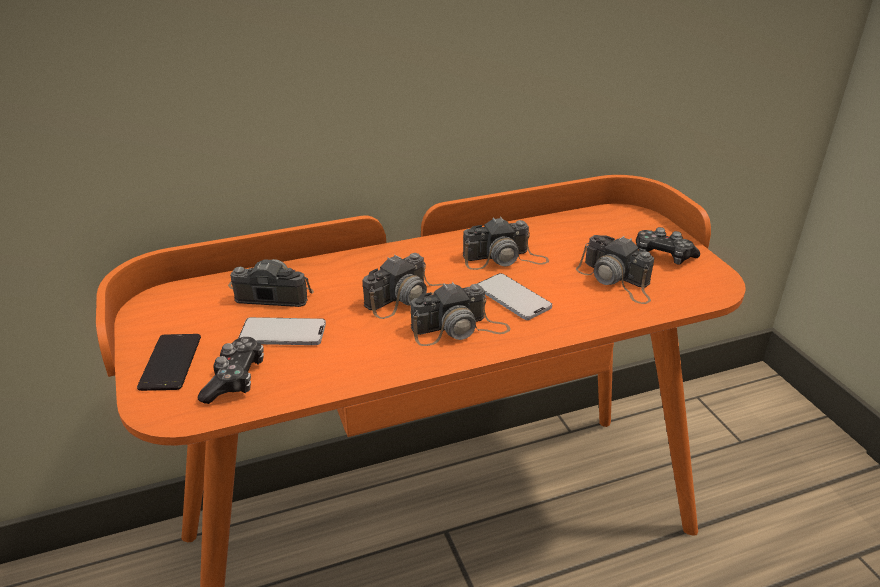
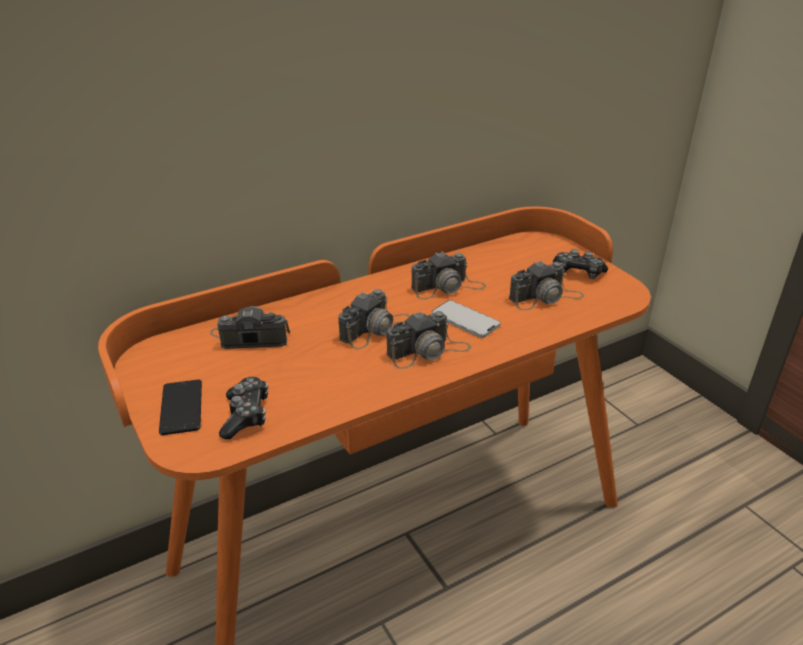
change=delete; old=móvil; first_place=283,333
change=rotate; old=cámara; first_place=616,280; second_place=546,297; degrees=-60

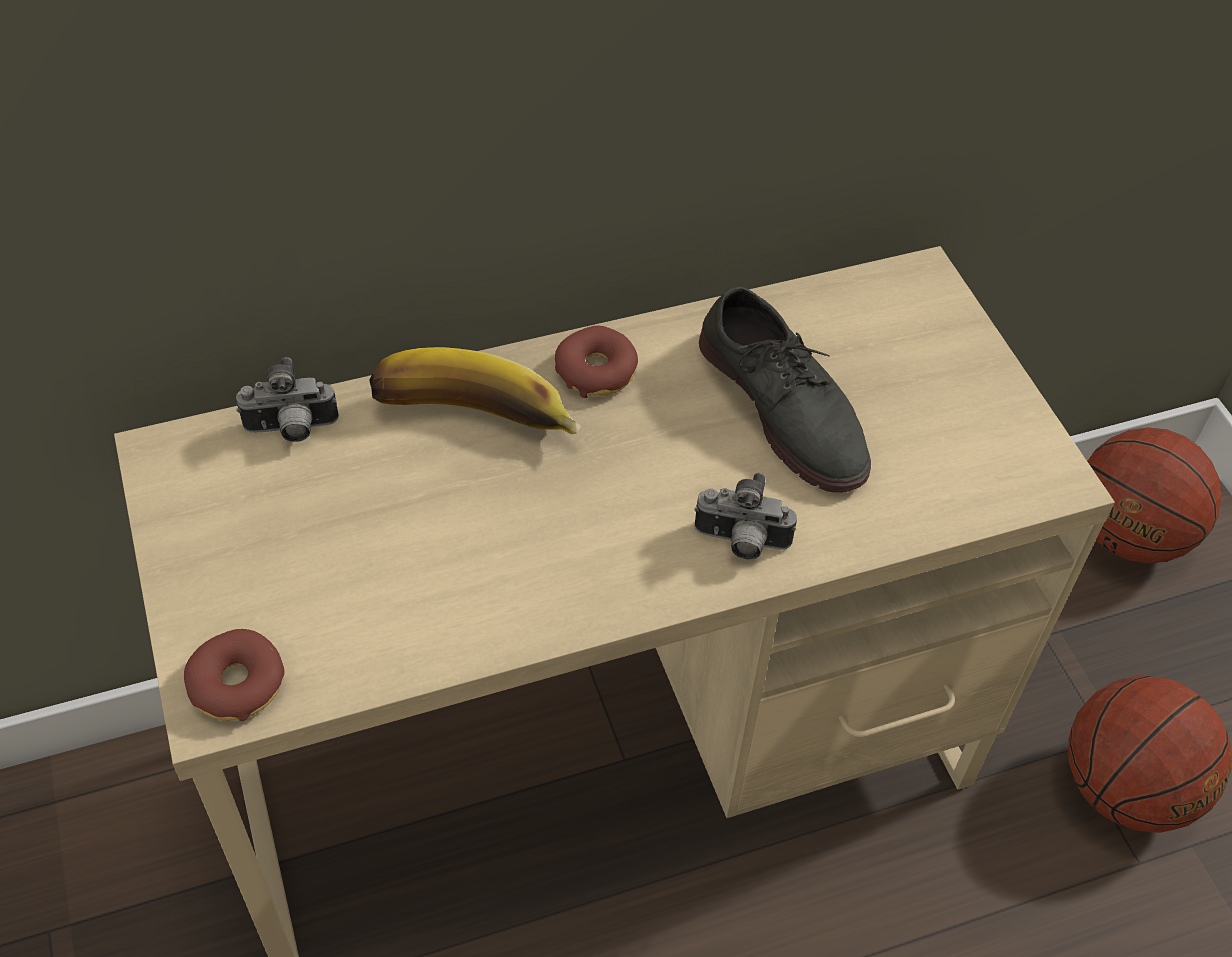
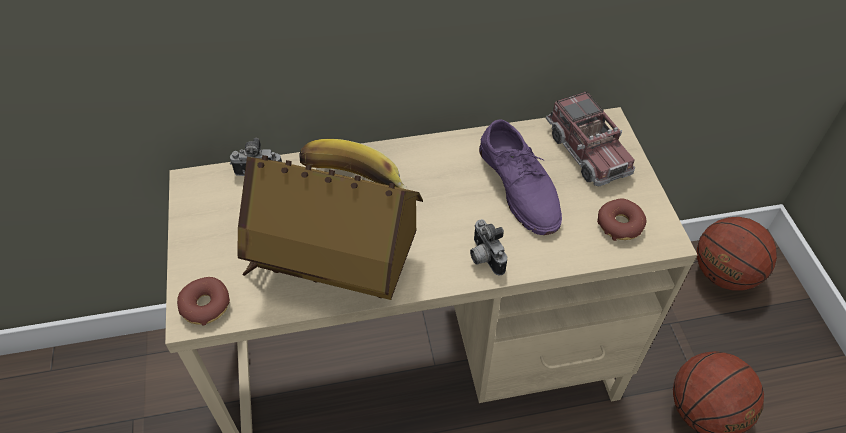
change=move; old=rosquilla; first_place=596,371; second_place=620,224
change=rotate; old=cámara; first_place=741,543; second_place=484,257; degrees=45
change=recolor; old=zapato [gris]; new=zapato [morado]; first_place=784,406; second_place=520,185
change=insert; new=casita; second_place=336,265
change=insert; new=camión de juguete; second_place=587,151

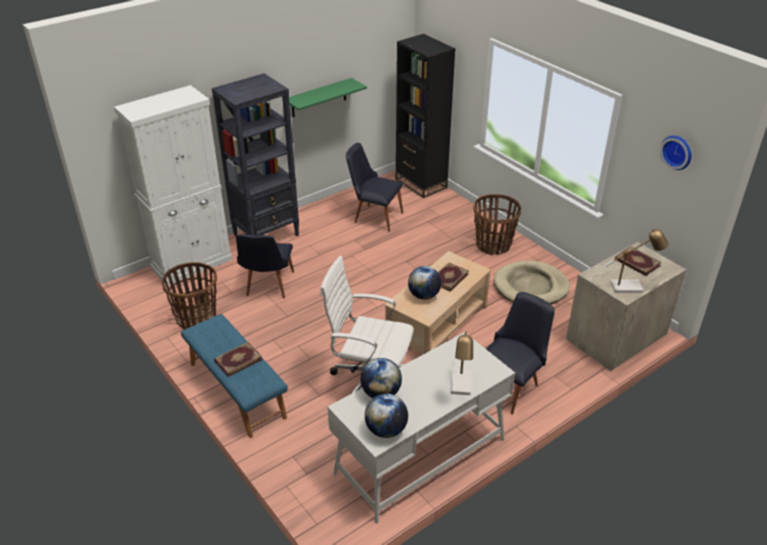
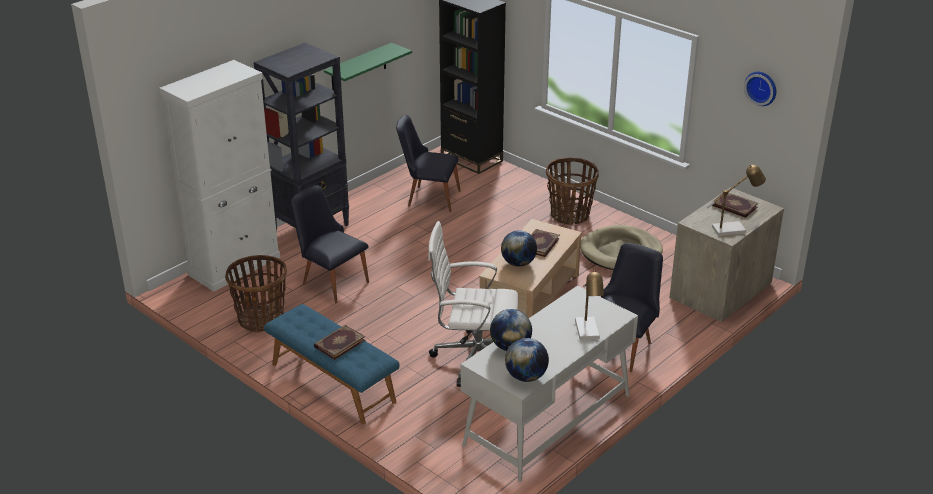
change=rotate; old=silla [negro]; first_place=267,287; second_place=331,280; degrees=135

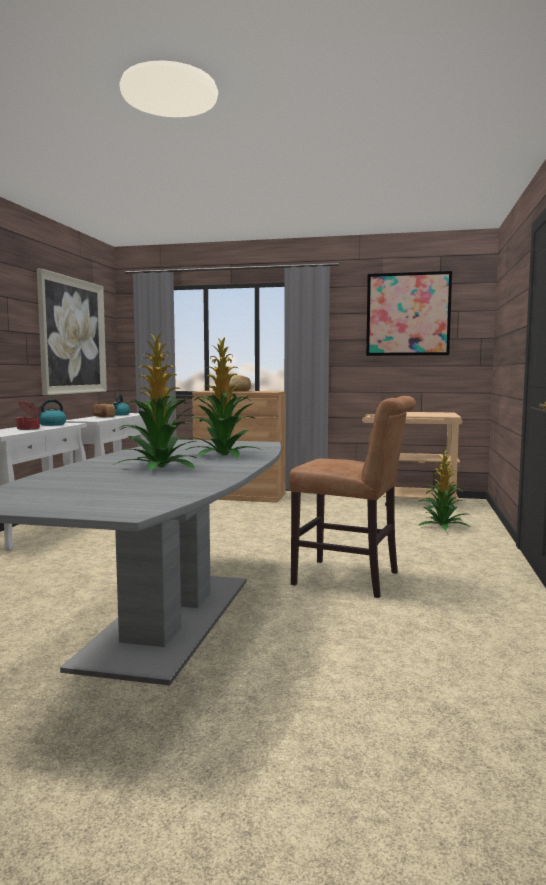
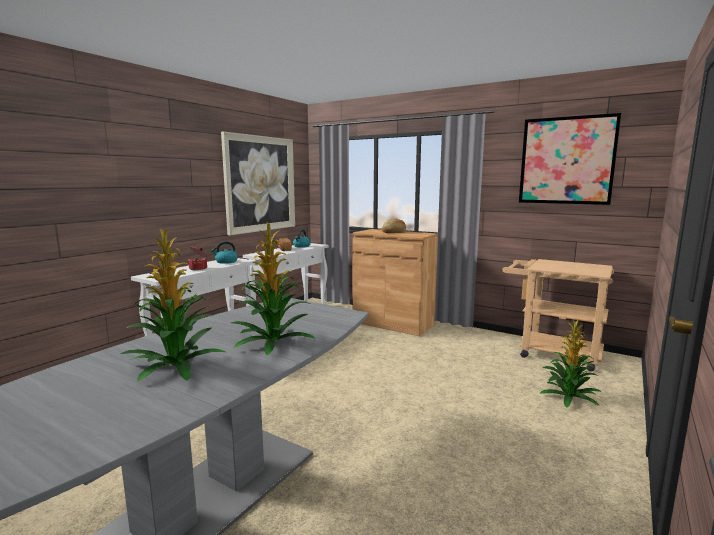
change=delete; old=silla [marrón]; first_place=352,579

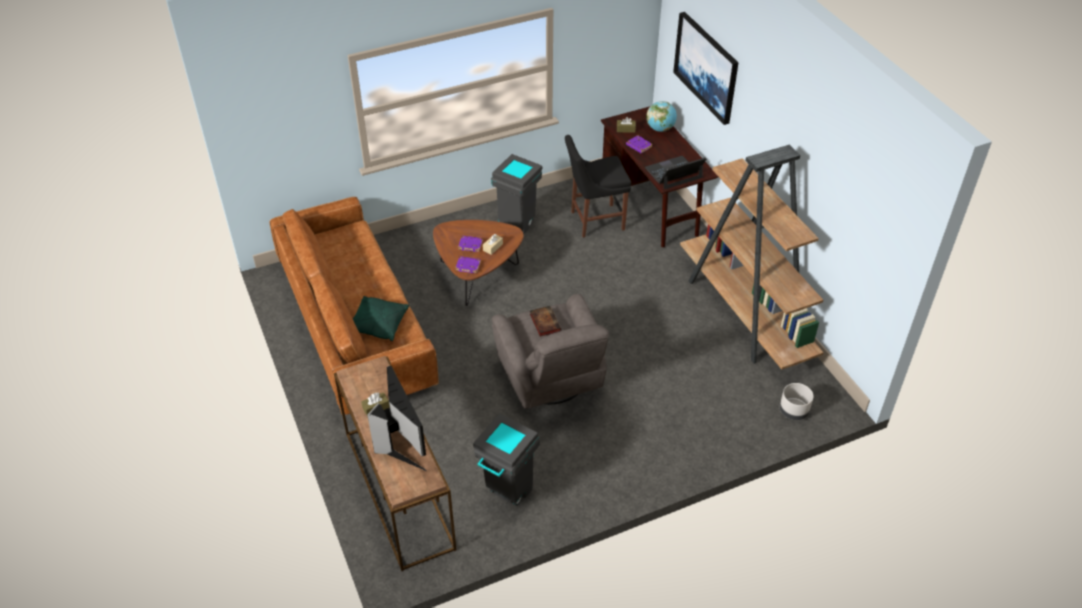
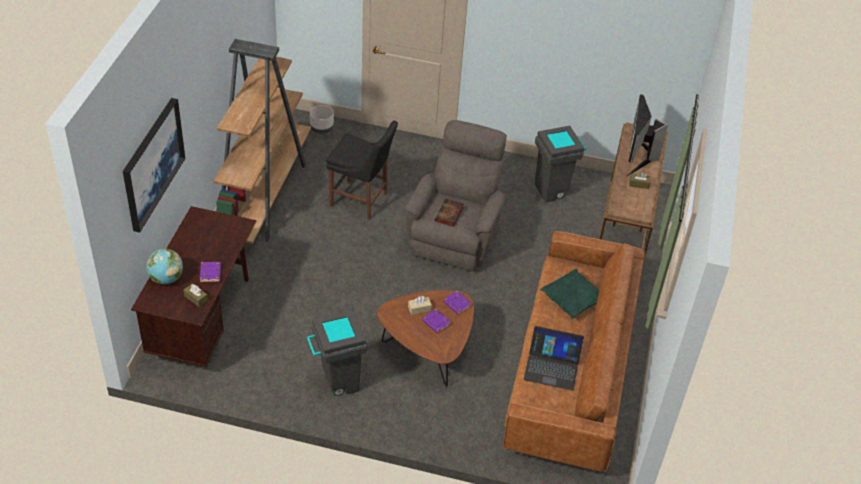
change=move; old=silla [negro]; first_place=594,221; second_place=361,201
change=move; old=portátil; first_place=674,173; second_place=552,367

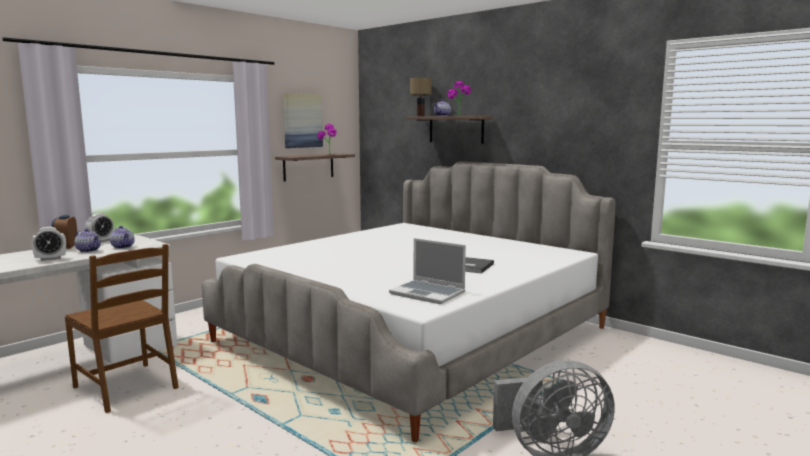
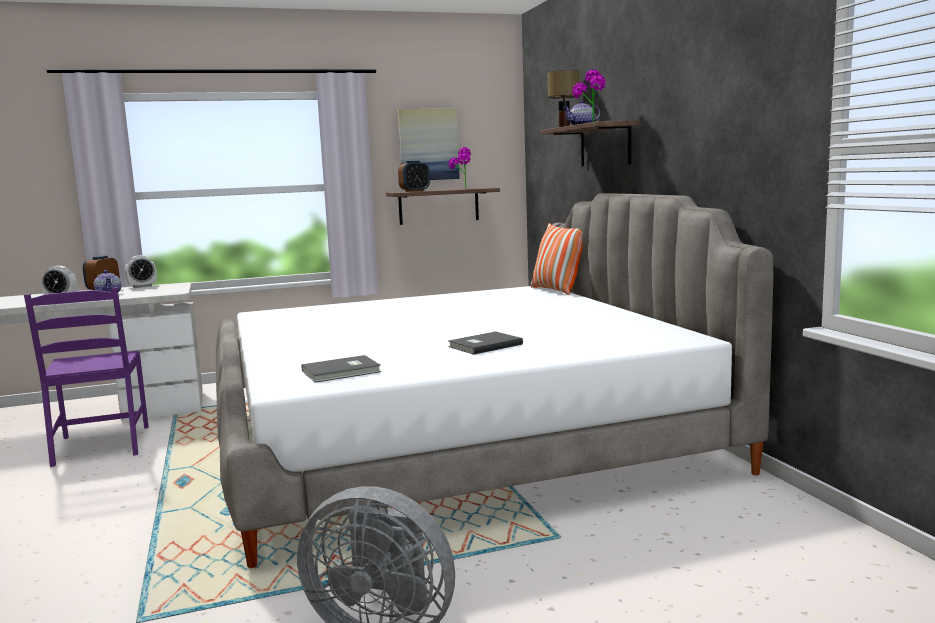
change=recolor; old=silla [marrón]; new=silla [morado]; first_place=127,387; second_place=101,446
change=delete; old=tetera; first_place=123,247
change=replace; old=portátil; new=libro [gris]; first_place=428,293; second_place=342,372
change=insert; new=despertador; second_place=414,191
change=insert; new=cojín; second_place=556,290

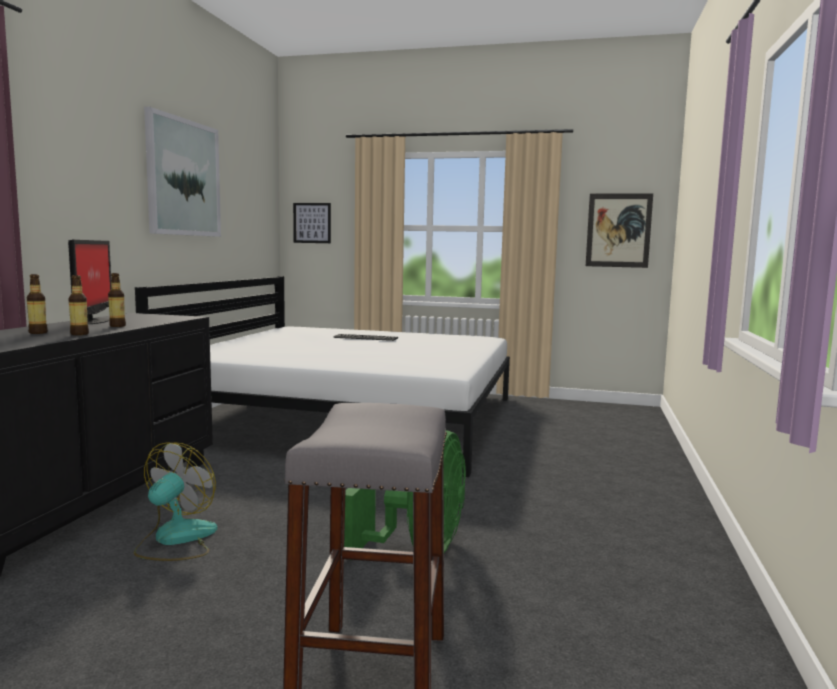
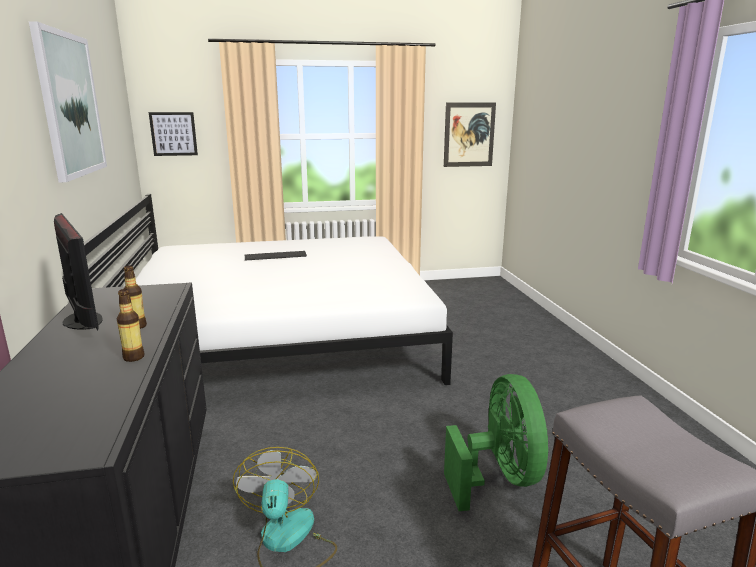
change=delete; old=botella; first_place=38,333

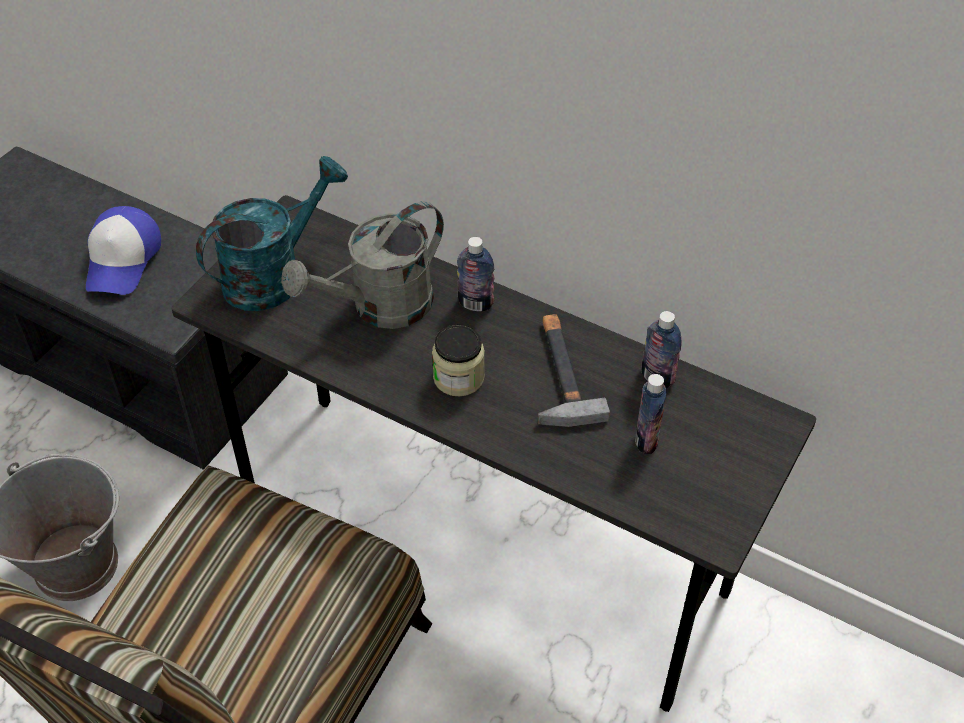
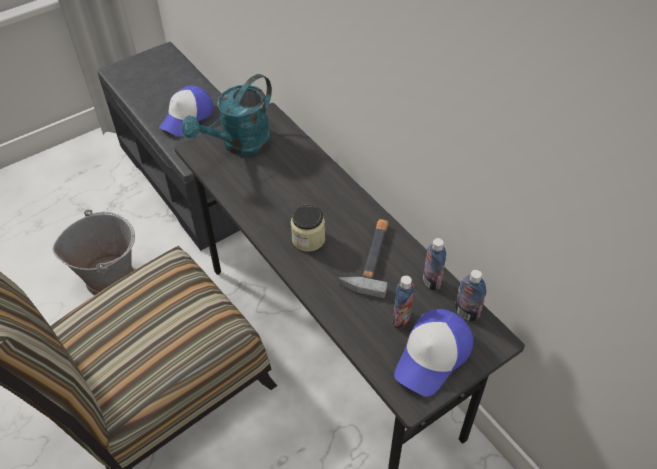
change=rotate; old=regadera [turquesa]; first_place=274,274; second_place=240,145; degrees=150
change=delete; old=regadera [gris]; first_place=379,308
change=move; old=botella; first_place=475,304; second_place=466,313
change=insert; new=gorra; second_place=433,356

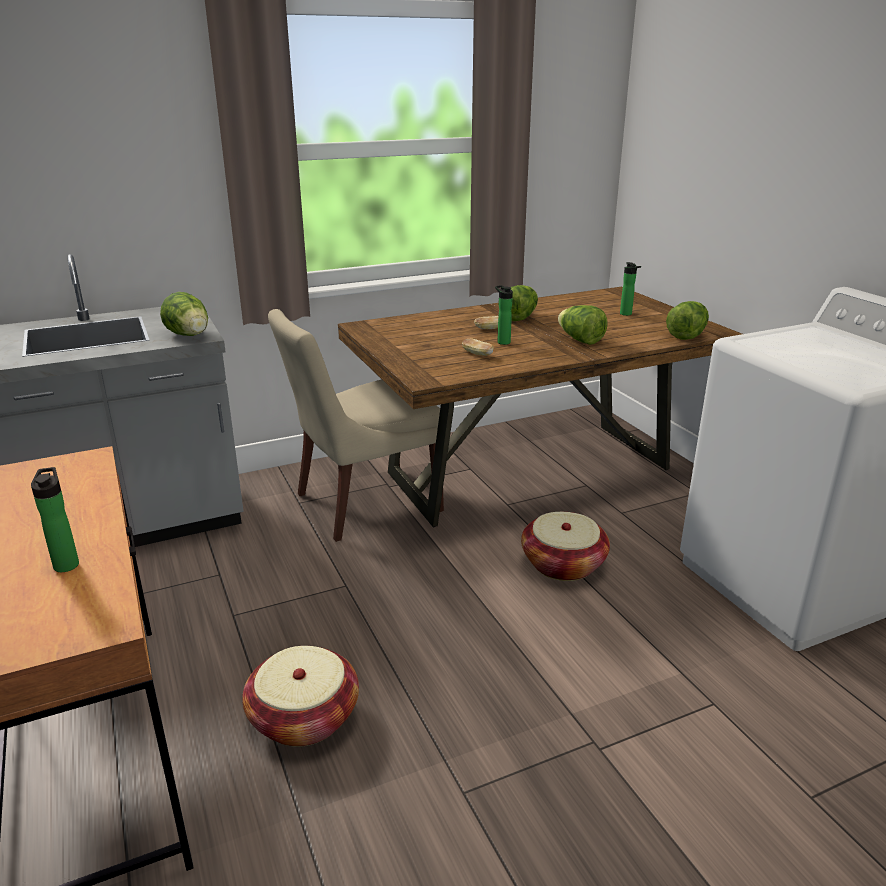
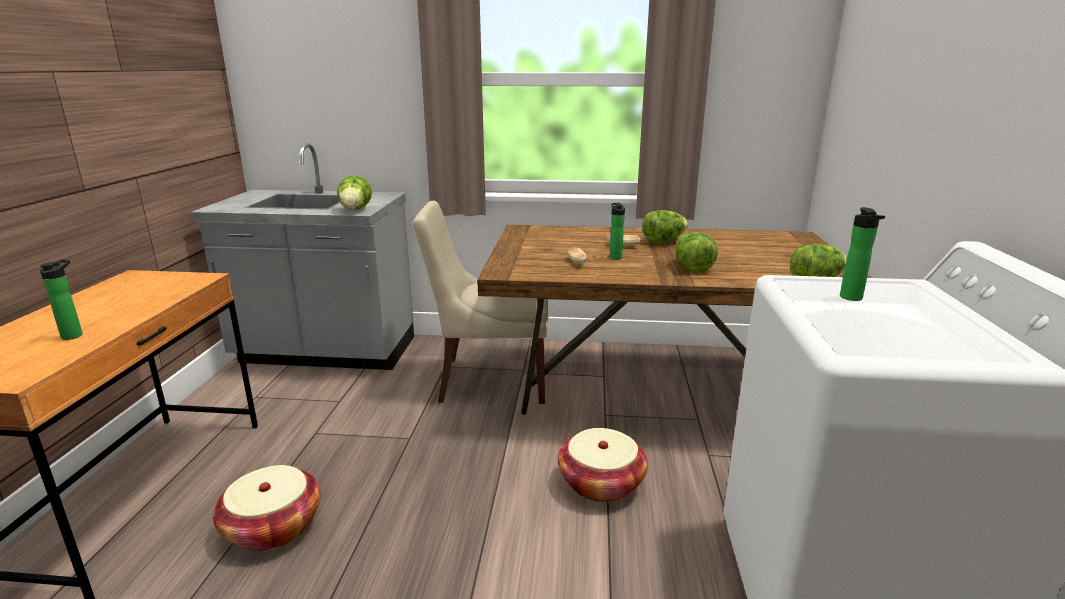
change=move; old=botella; first_place=627,314; second_place=852,298

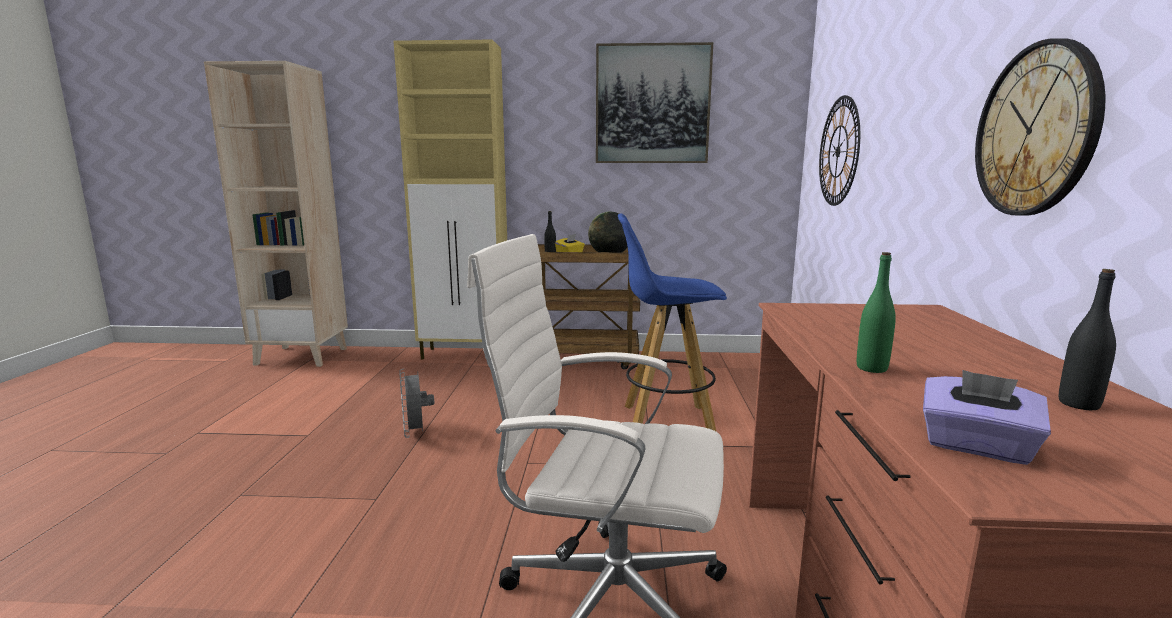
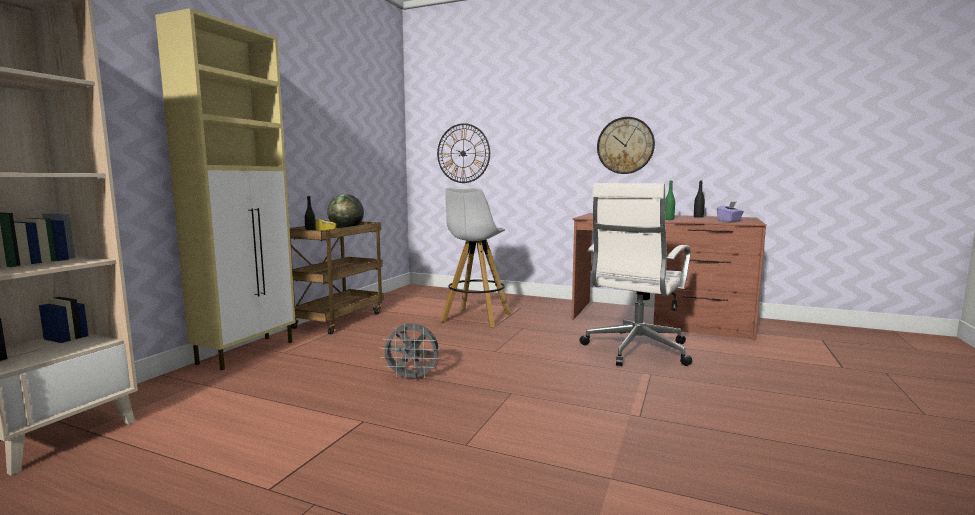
change=delete; old=cuadro; first_place=652,104
change=recolor; old=taburete [azul]; new=taburete [blanco]; first_place=665,424; second_place=475,318

